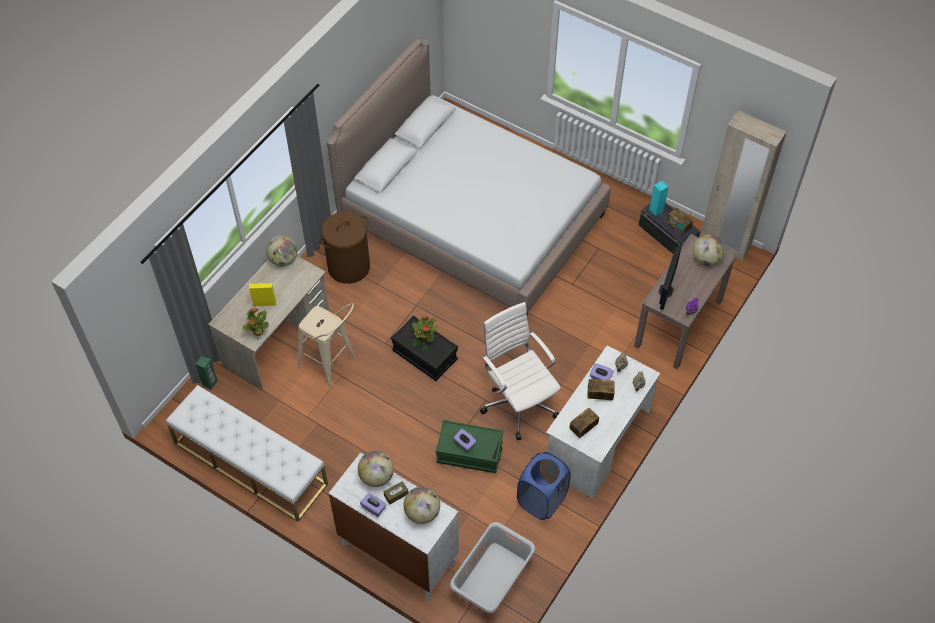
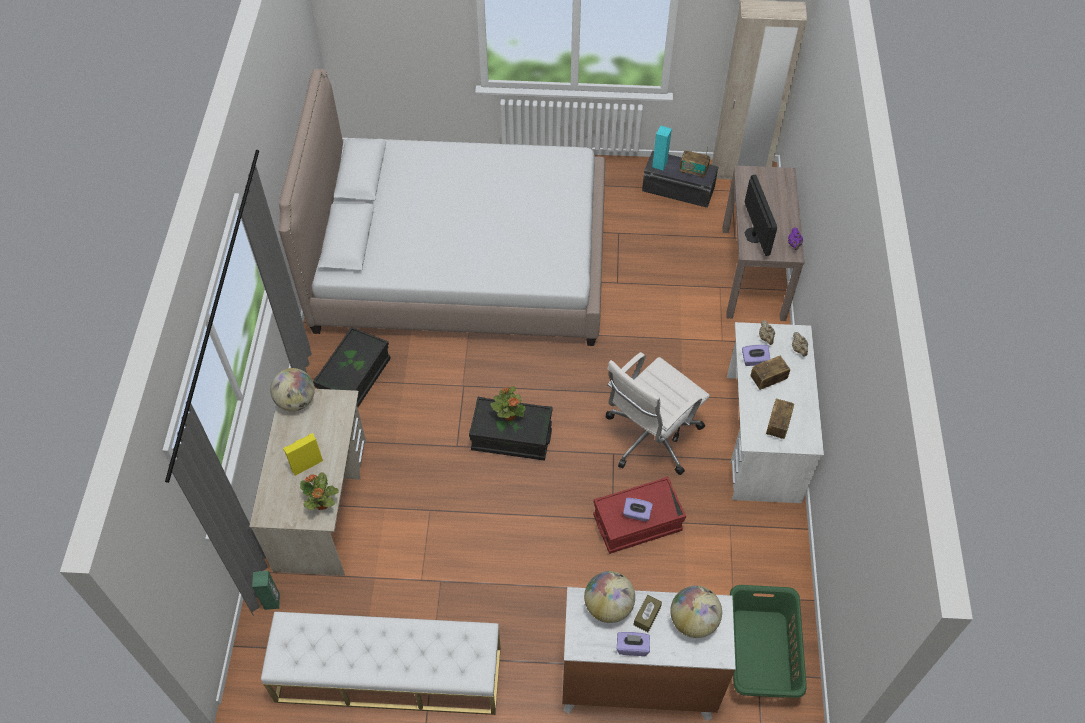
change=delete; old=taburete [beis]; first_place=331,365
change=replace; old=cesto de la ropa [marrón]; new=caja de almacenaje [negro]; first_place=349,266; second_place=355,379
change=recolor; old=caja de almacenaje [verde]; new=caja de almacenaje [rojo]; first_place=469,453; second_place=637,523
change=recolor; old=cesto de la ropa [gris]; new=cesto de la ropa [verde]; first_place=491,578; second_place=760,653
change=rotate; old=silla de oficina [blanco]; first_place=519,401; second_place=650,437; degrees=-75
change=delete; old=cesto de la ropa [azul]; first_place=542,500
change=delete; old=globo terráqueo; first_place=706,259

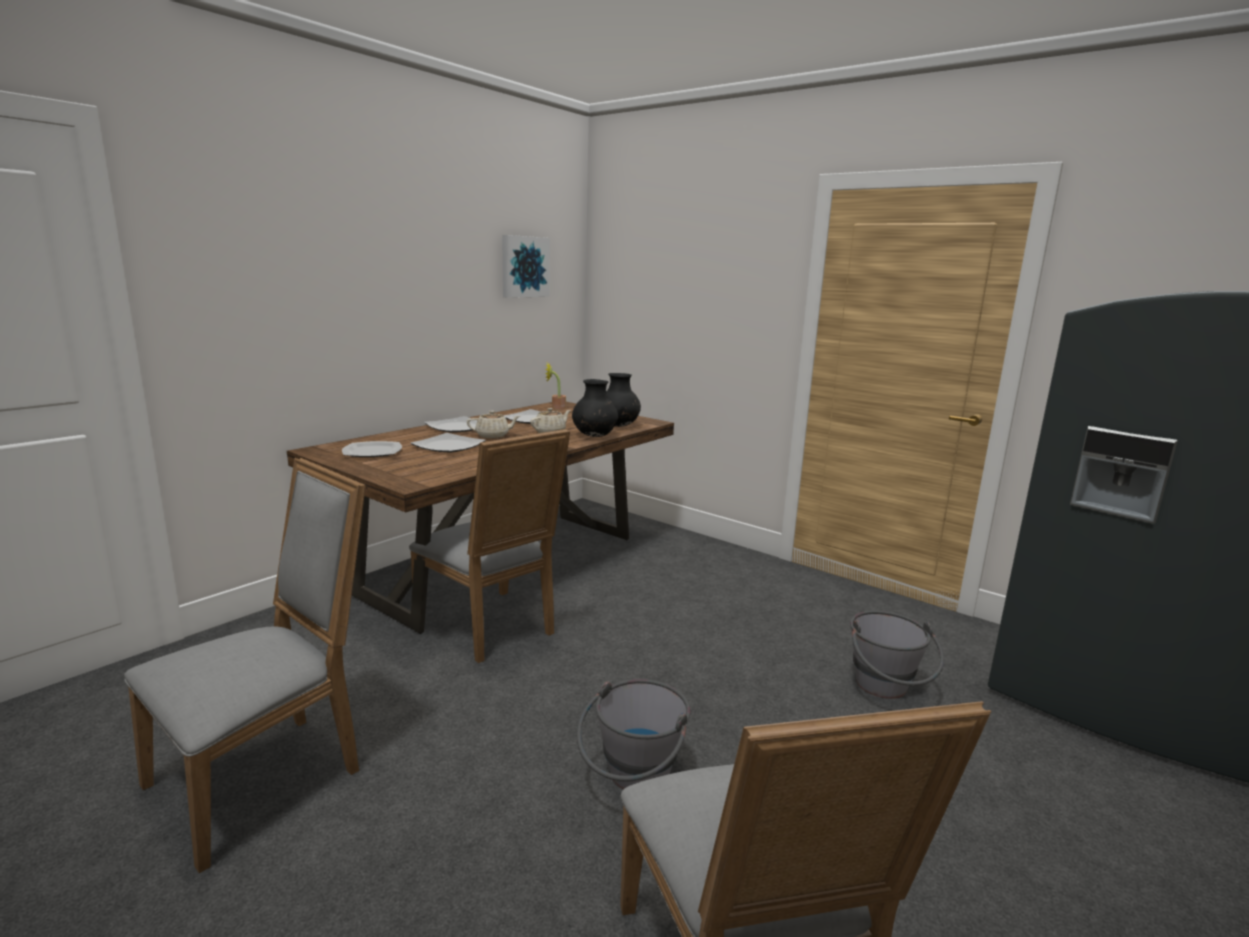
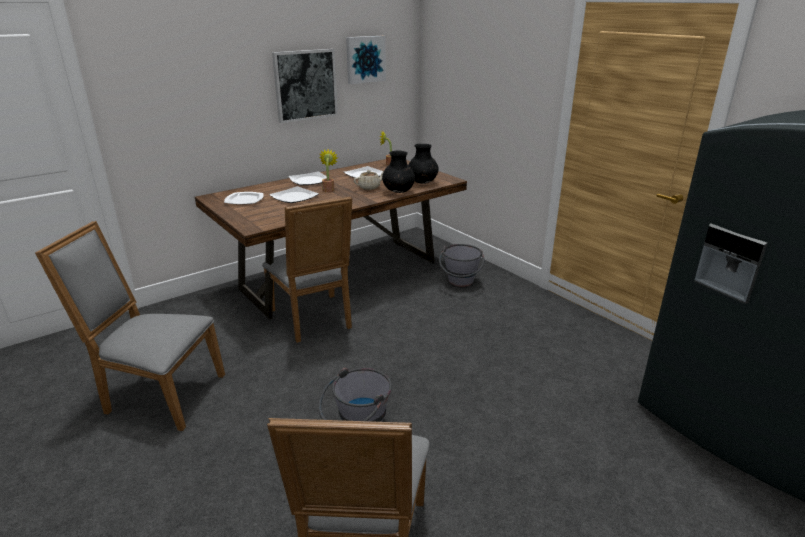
change=rotate; old=silla [gris]; first_place=267,775; second_place=159,395; degrees=-135
change=replace; old=tetera [beis]; new=planta en maceta; first_place=493,436; second_place=329,189
change=move; old=cubo [gris]; first_place=886,690; second_place=460,283
change=insert; new=cuadro; second_place=305,85

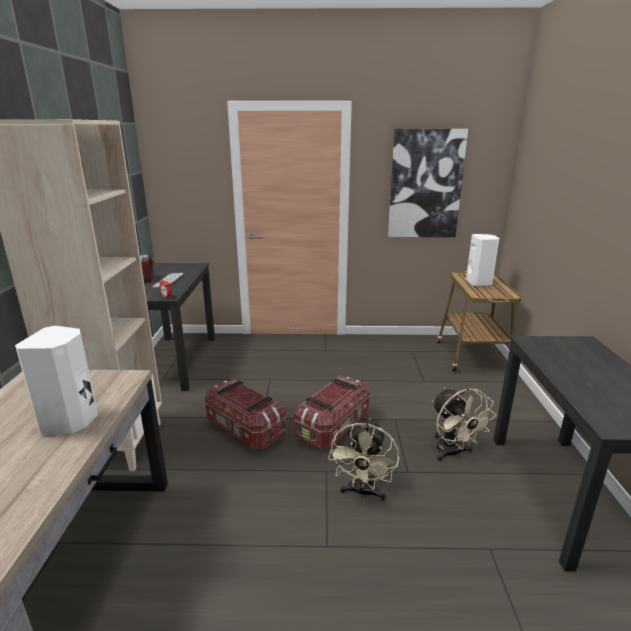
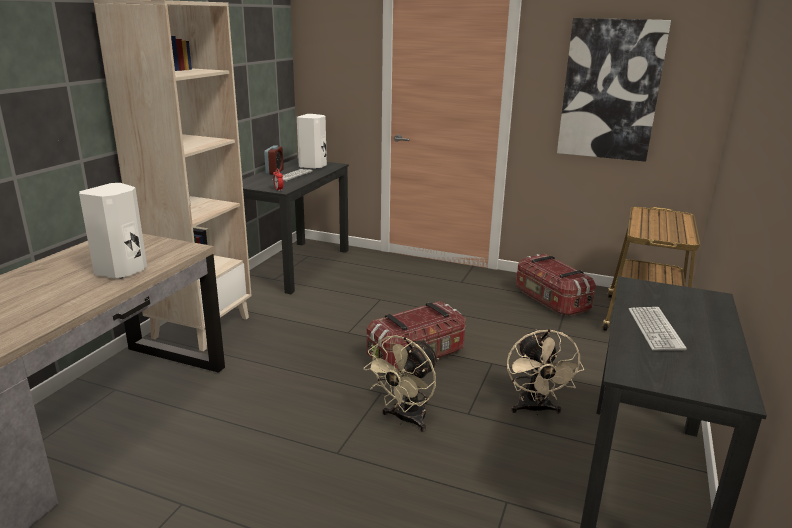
change=move; old=caja de almacenaje; first_place=244,429; second_place=550,300
change=move; old=altavoz [blanco]; first_place=479,283; second_place=313,166
change=insert; new=teclado; second_place=655,329

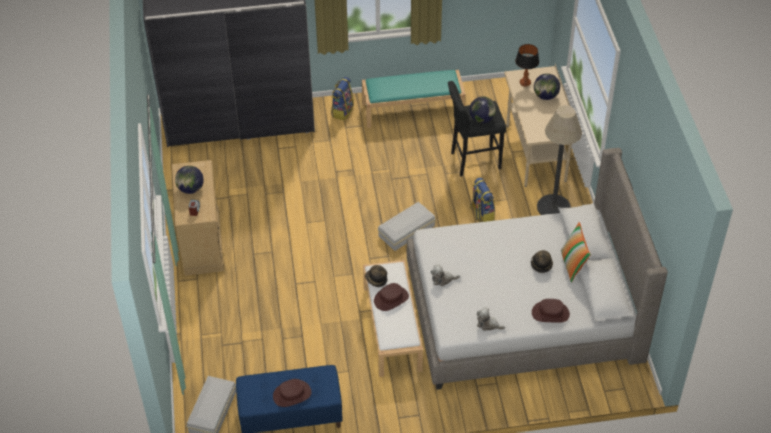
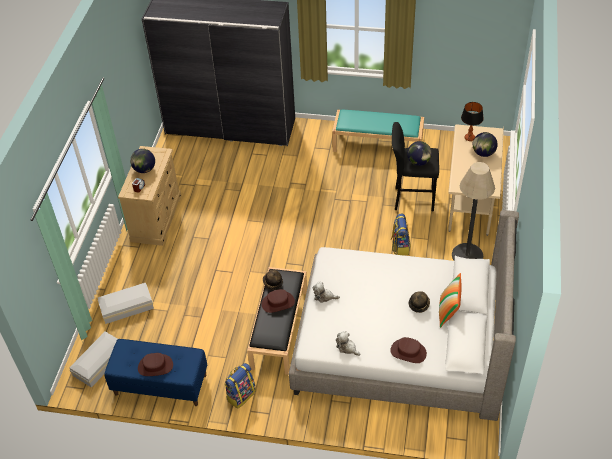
change=move; old=mochila; first_place=342,111; second_place=241,395
change=recolor; old=banco [blanco]; new=banco [negro]; first_place=392,328; second_place=280,329
change=move; old=caja de almacenaje [blanco]; first_place=405,231; second_place=126,307

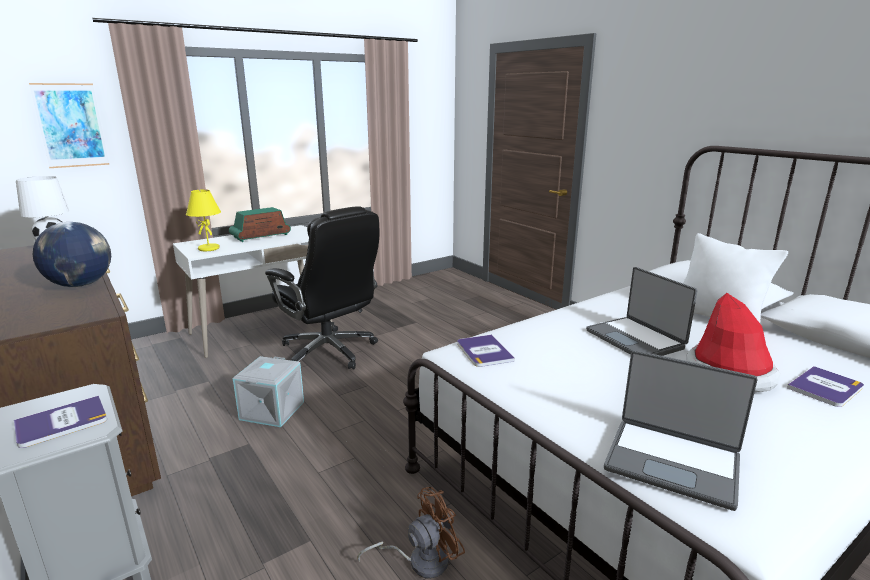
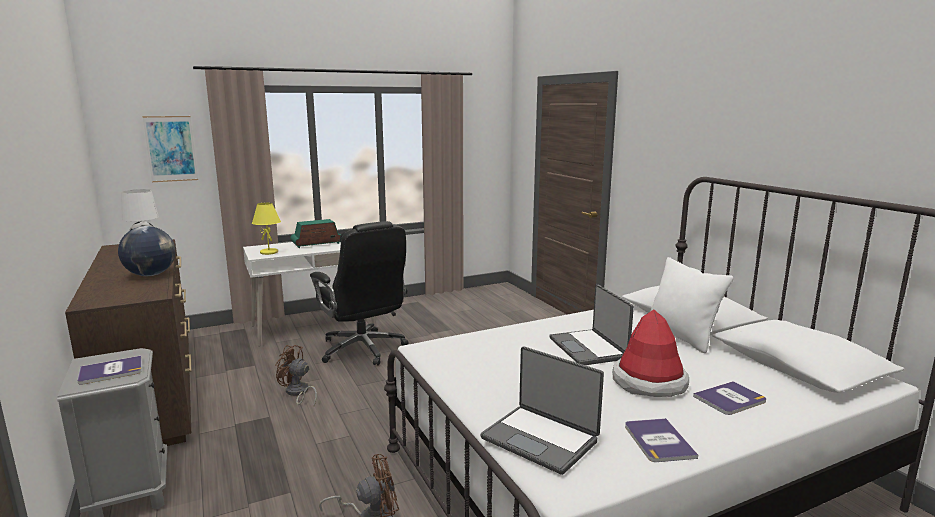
change=replace; old=caja de almacenaje [gris]; new=ventilador [marrón]; first_place=273,411; second_place=297,393
change=move; old=libro; first_place=484,351; second_place=658,441

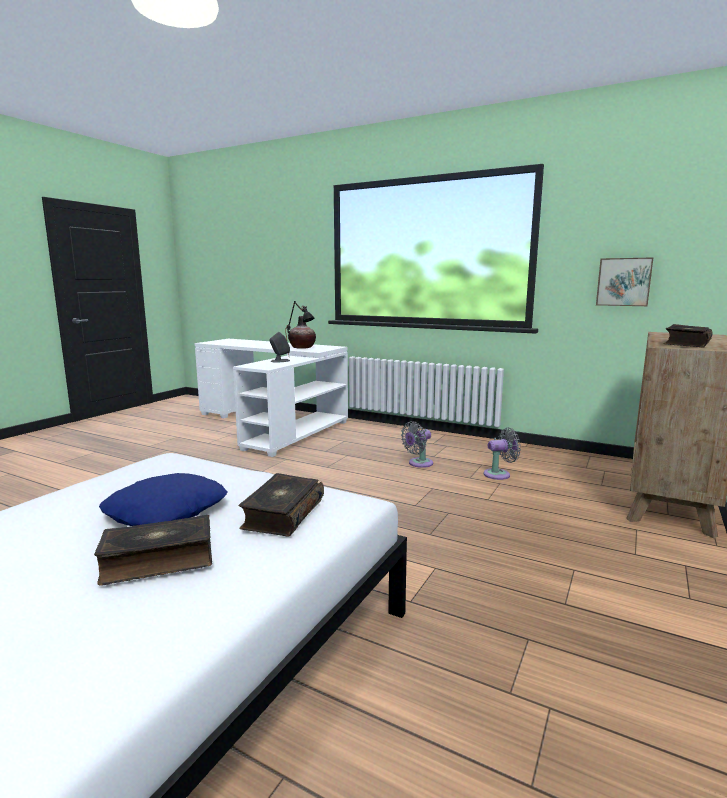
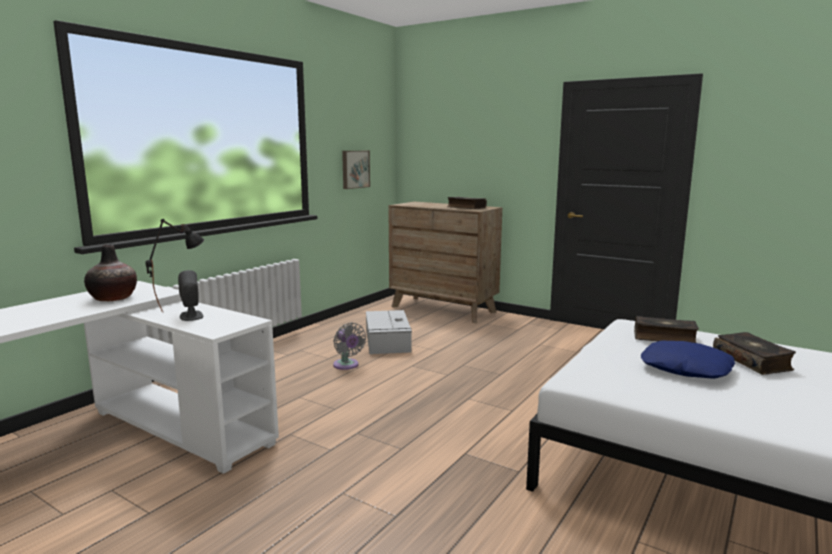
change=replace; old=ventilador [gris]; new=caja de almacenaje [gris]; first_place=499,474; second_place=387,341

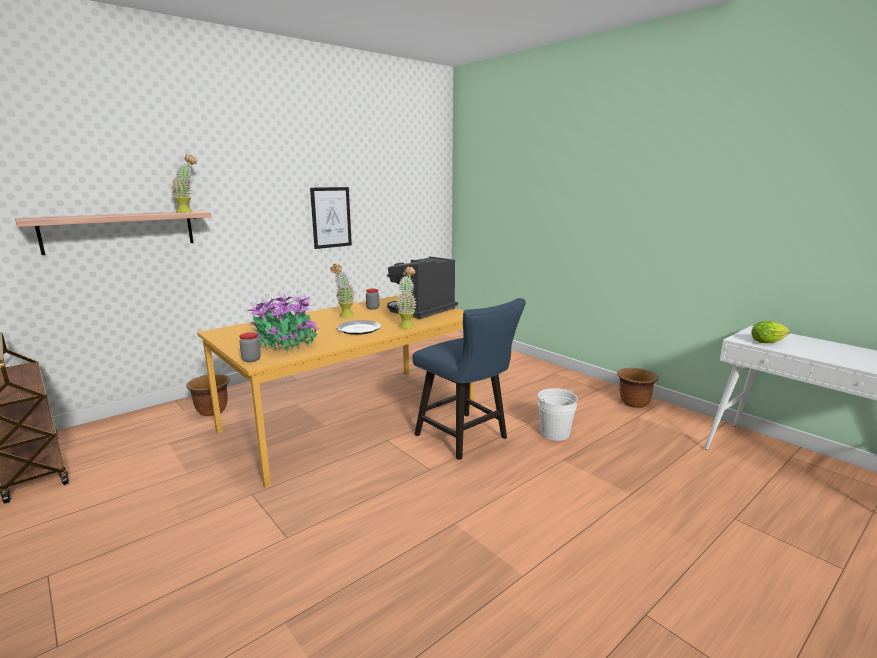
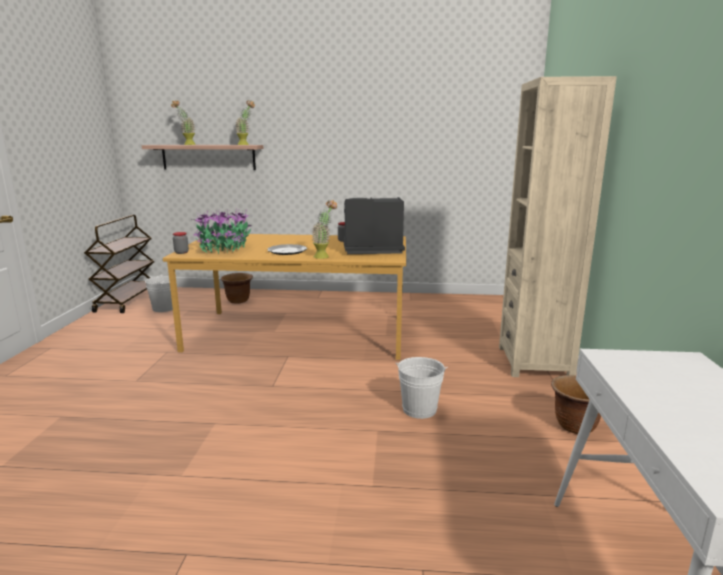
change=delete; old=cuadro; first_place=331,217
change=move; old=planta en maceta; first_place=344,316; second_place=186,144
change=delete; old=silla [azul]; first_place=466,438
change=delete; old=lechuga; first_place=769,342
change=insert; new=cubo [blanco]; second_place=164,308
change=insert; new=estantería [beis]; second_place=534,362

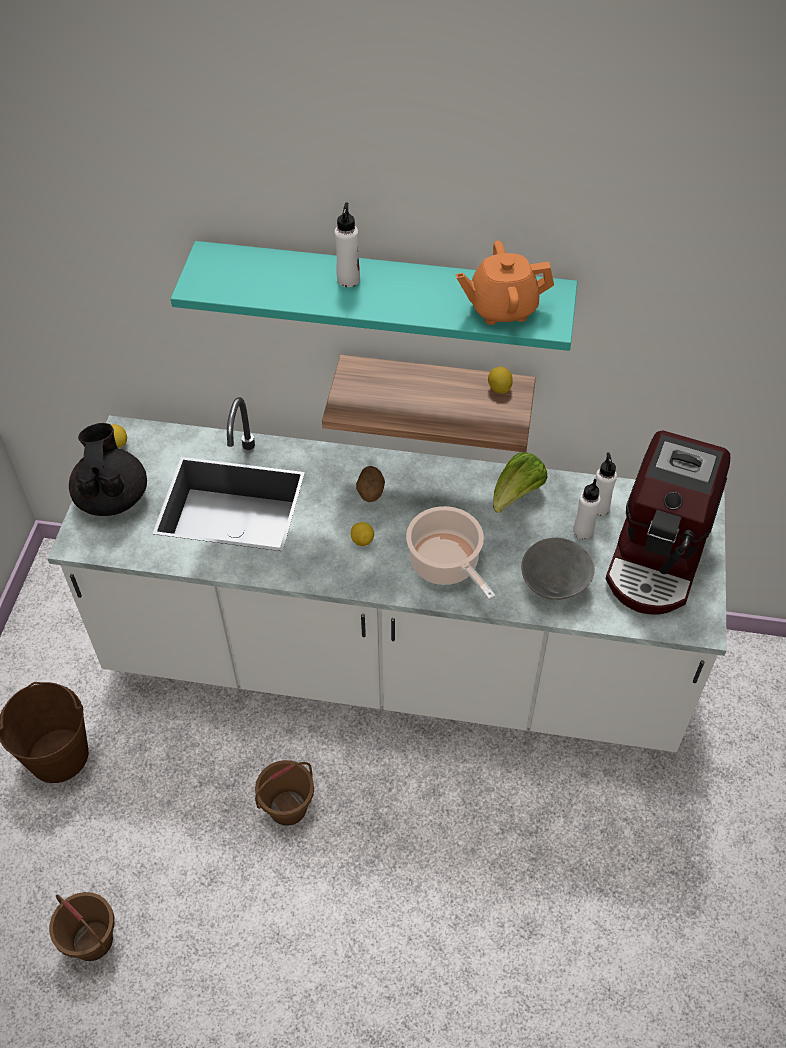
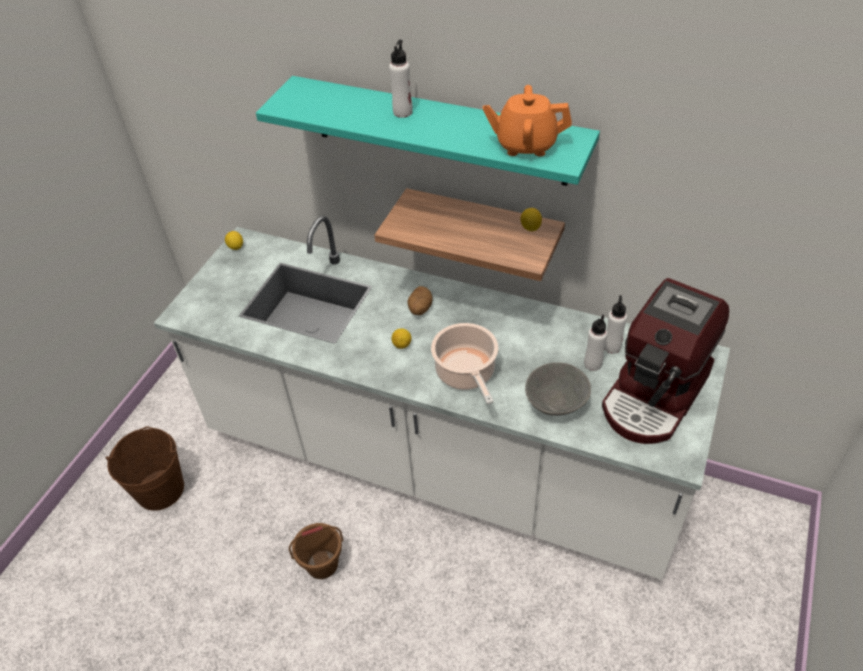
change=delete; old=cubo [marrón]; first_place=92,940
change=delete; old=tetera [negro]; first_place=112,497
change=delete; old=lechuga; first_place=516,495

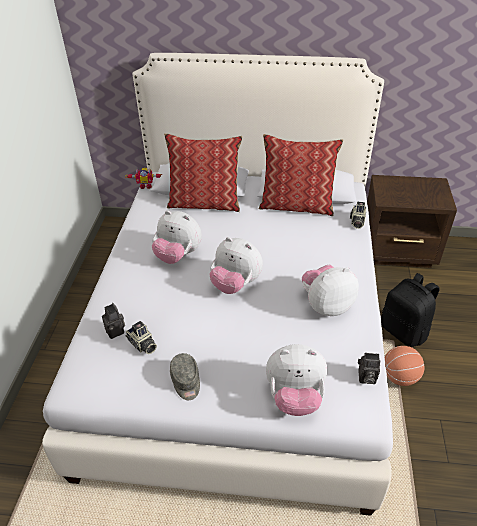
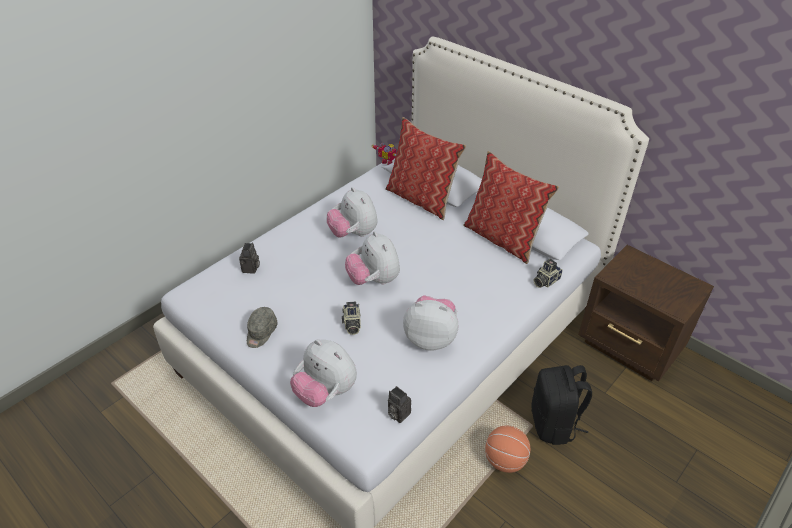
change=move; old=cámara; first_place=142,345; second_place=351,324

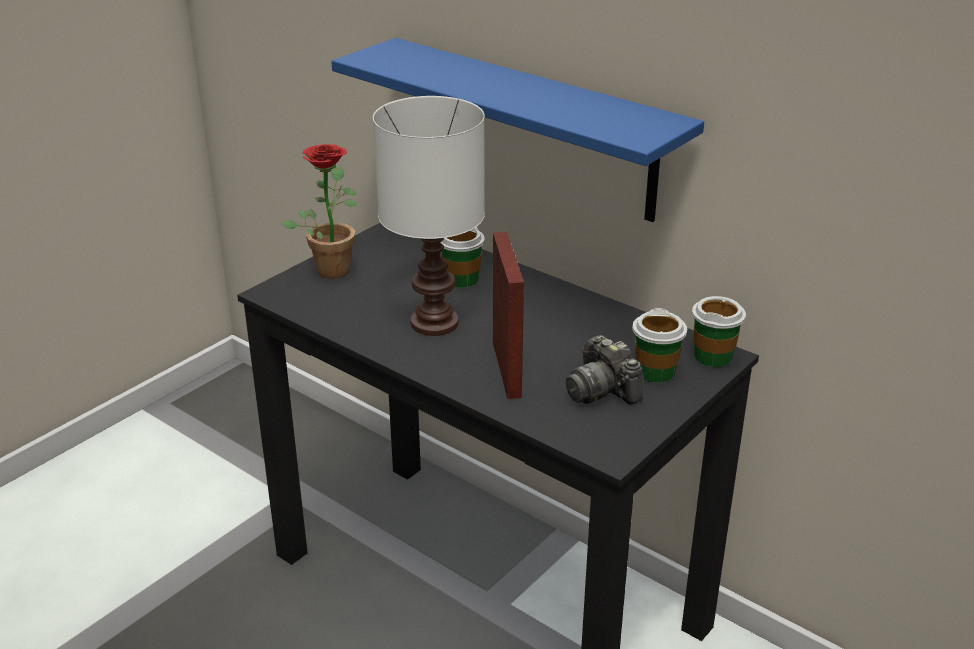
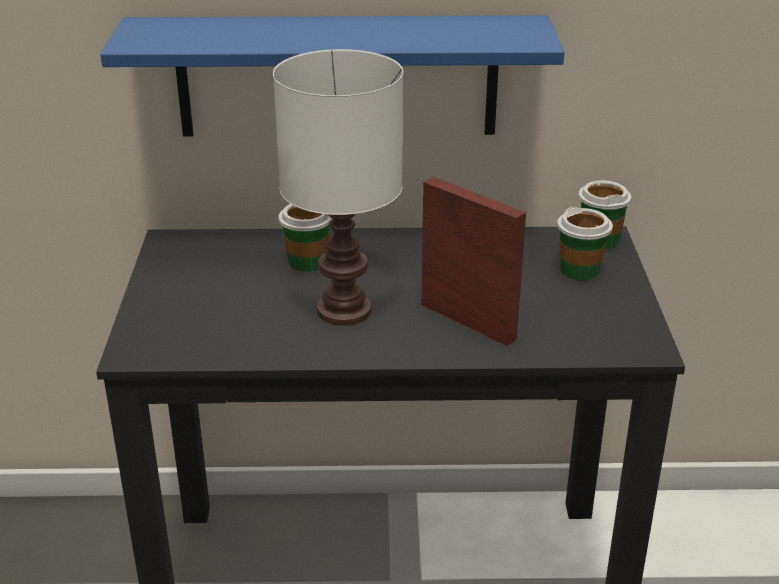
change=delete; old=planta en maceta; first_place=332,267
change=delete; old=cámara; first_place=602,390

